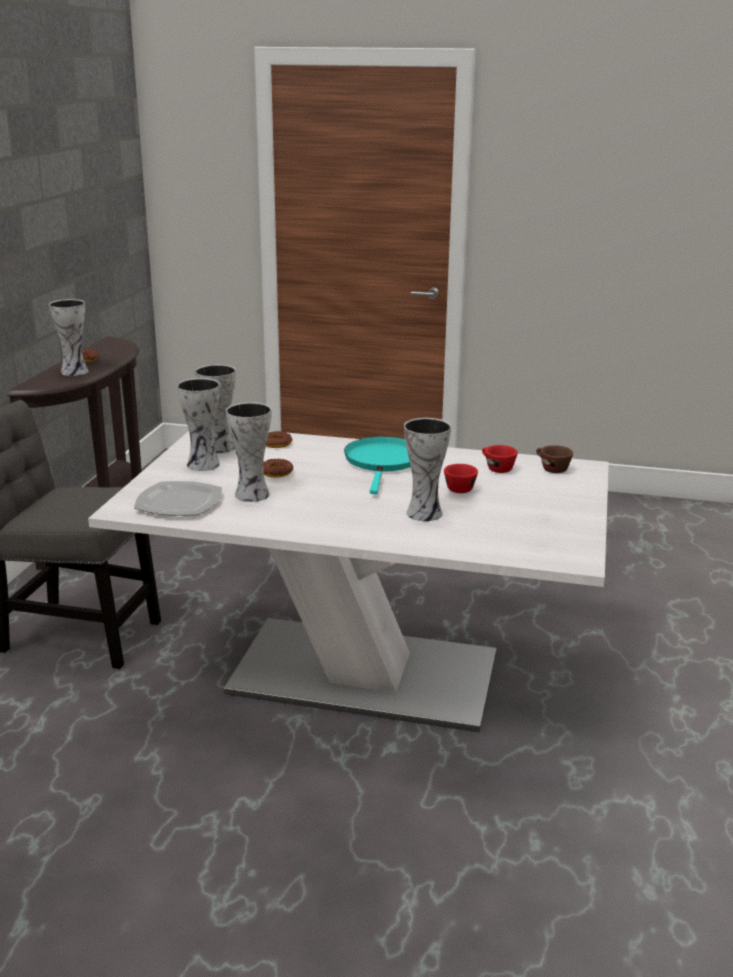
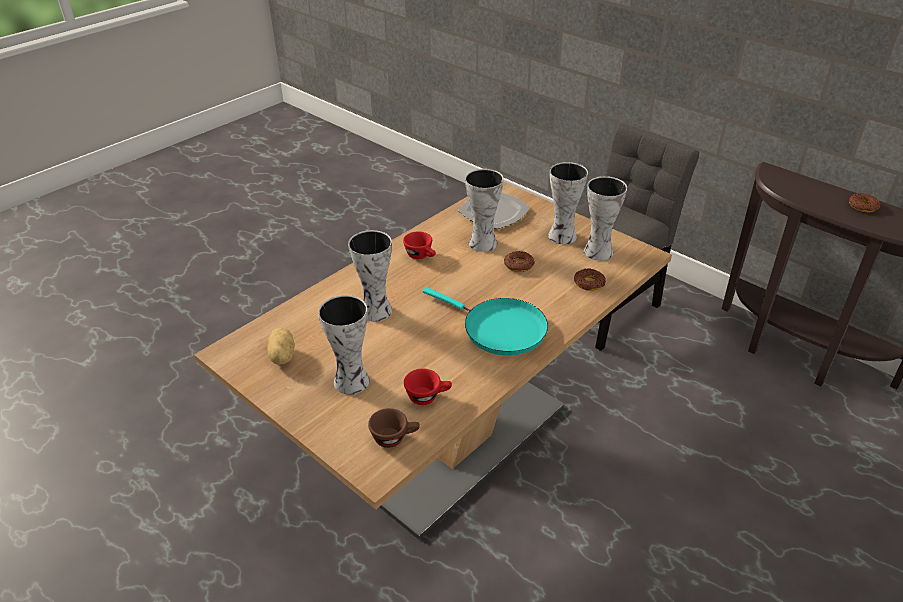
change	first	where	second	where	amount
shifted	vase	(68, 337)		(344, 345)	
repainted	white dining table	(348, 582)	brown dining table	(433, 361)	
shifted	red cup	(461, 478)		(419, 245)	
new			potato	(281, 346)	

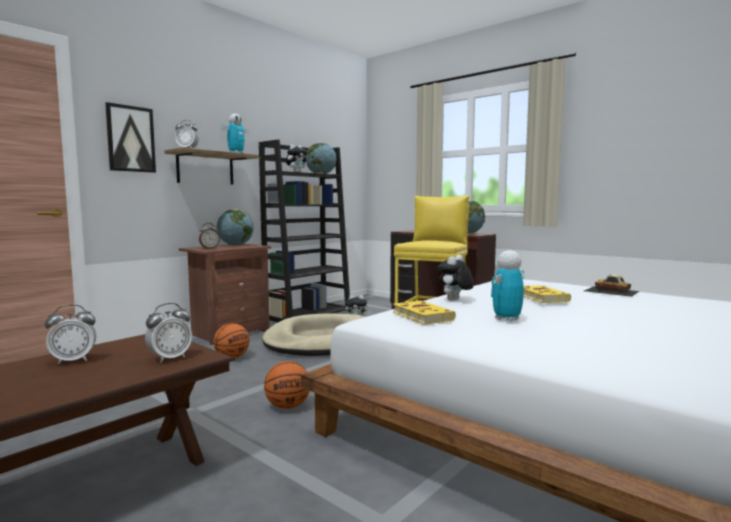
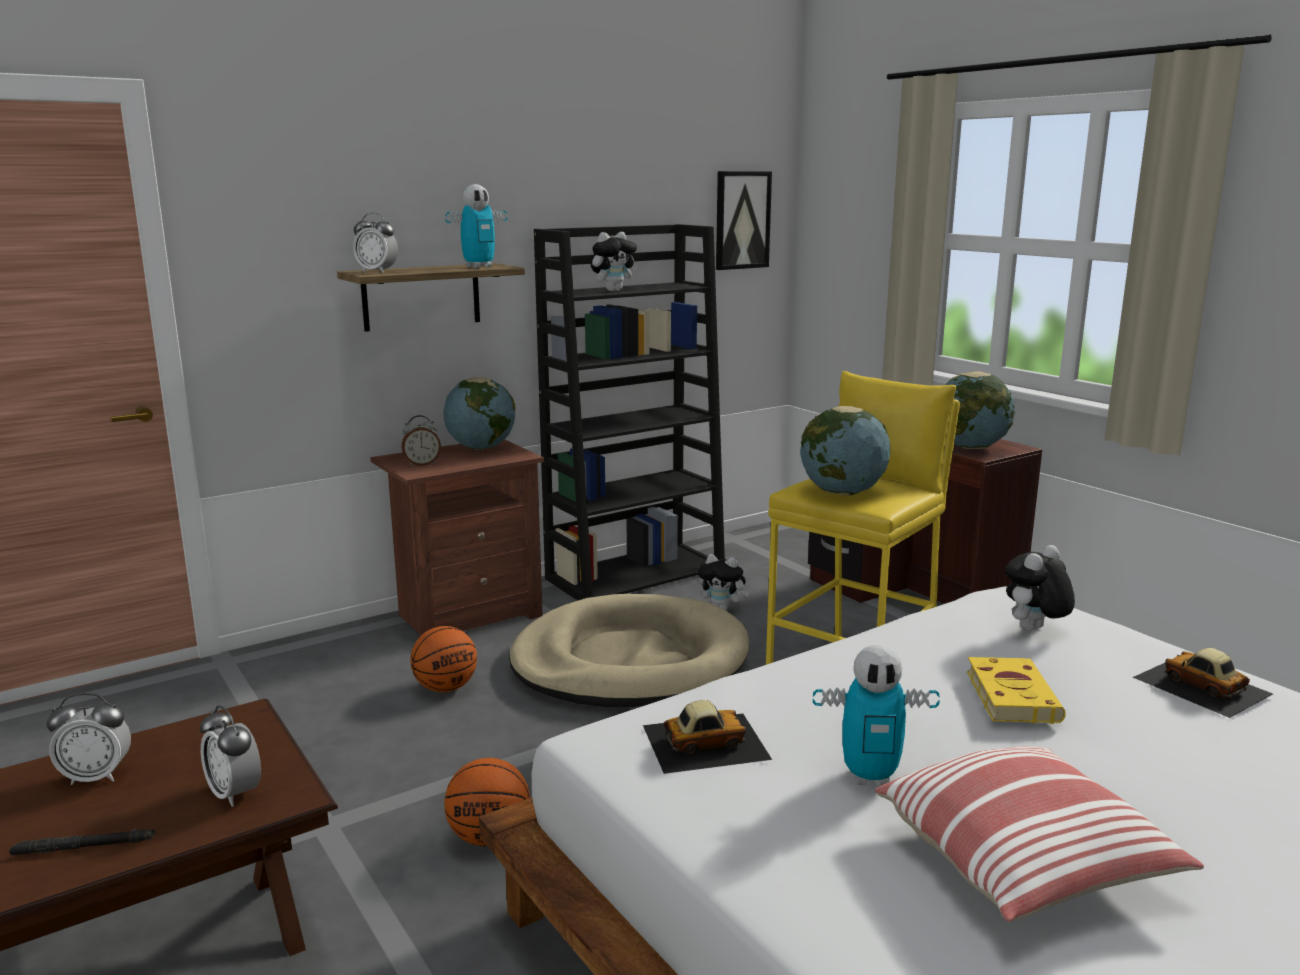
change	first	where	second	where	amount
shifted	picture	(130, 137)		(744, 220)	
shifted	globe	(321, 158)		(845, 450)	
rotated	toy robot	(507, 286)		(876, 715)	150 degrees counterclockwise
shifted	plush toy	(456, 278)		(1040, 588)	
swapped	yellow book	(424, 312)	toy car	(707, 737)	
rotated	alarm clock	(168, 333)		(230, 756)	75 degrees clockwise
new			pillow	(1039, 834)	
new			black flashlight	(82, 842)	

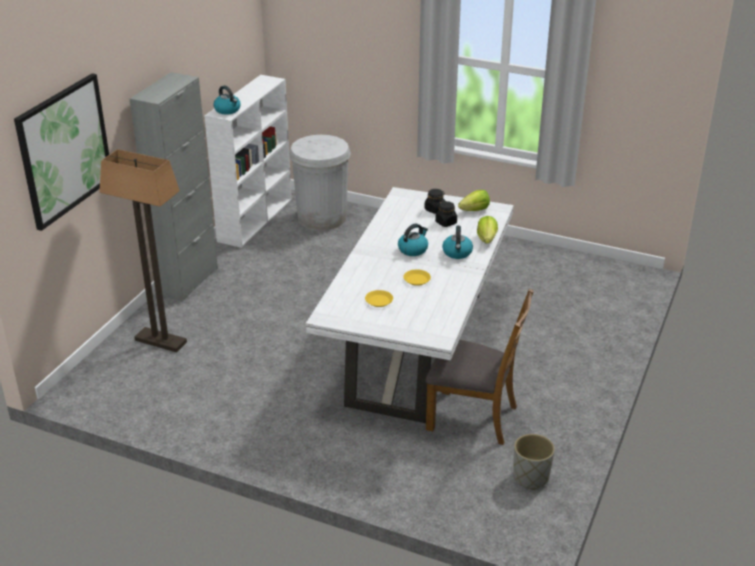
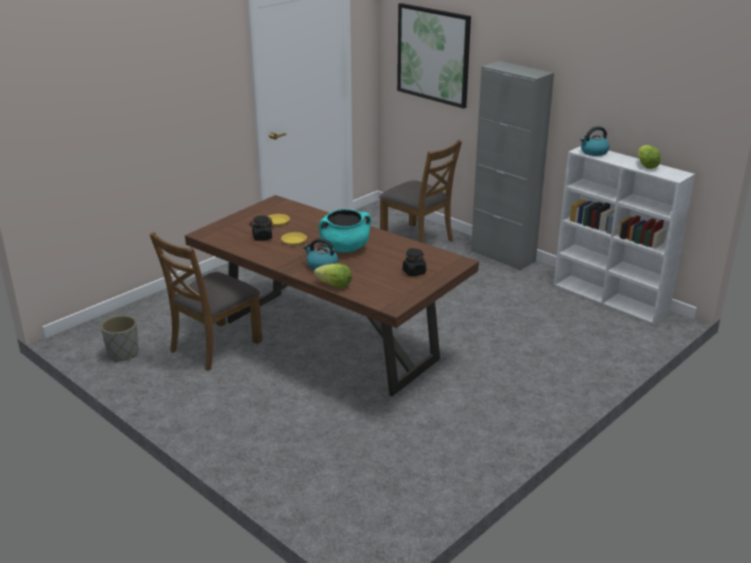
change	first	where	second	where	amount
gone	white trash can	(320, 183)			
swapped	floor lamp	(143, 250)	brown chair	(420, 192)	
repainted	white dining table	(409, 305)	brown dining table	(332, 296)	
shifted	lettuce	(474, 200)		(649, 157)	
shifted	black jar	(446, 214)		(261, 228)	
swapped	kettle	(413, 239)	turquoise cooking pot	(345, 230)	

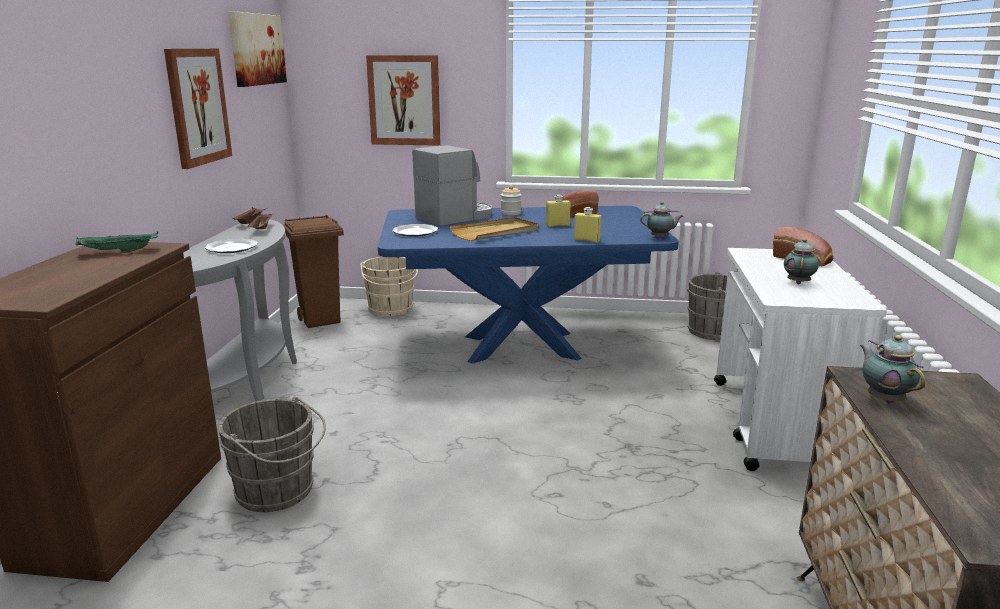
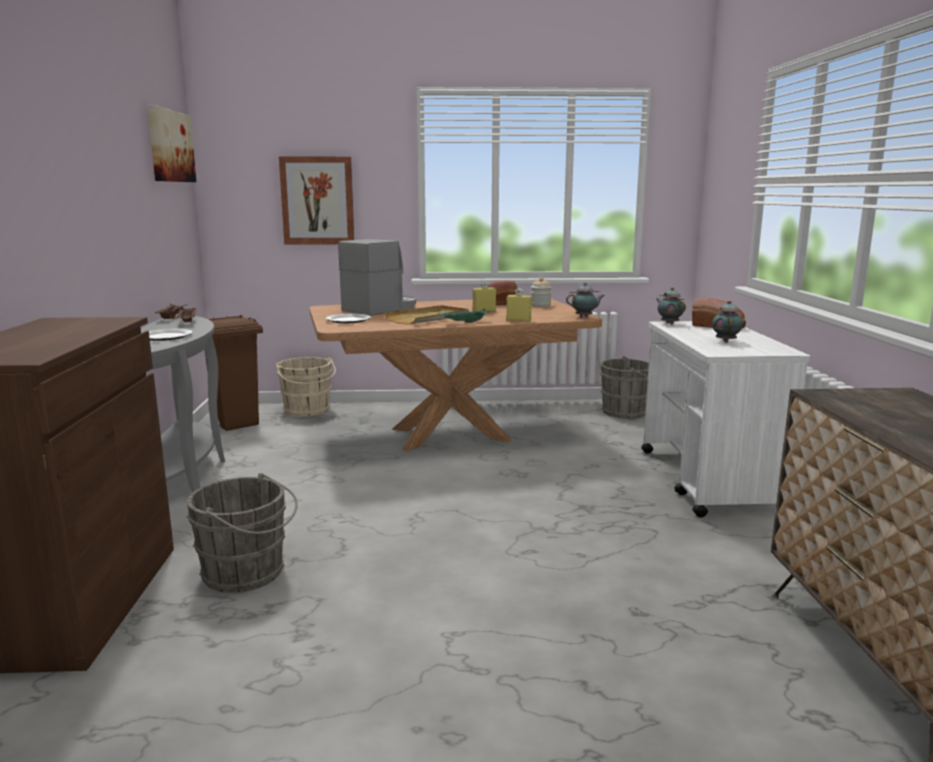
change	first	where	second	where	amount
gone	picture	(198, 109)			
shifted	jar	(511, 200)		(541, 292)	
repainted	blue dining table	(528, 285)	brown dining table	(456, 375)	
shifted	green tray	(116, 242)		(464, 316)	
shifted	teapot	(892, 369)		(671, 305)	

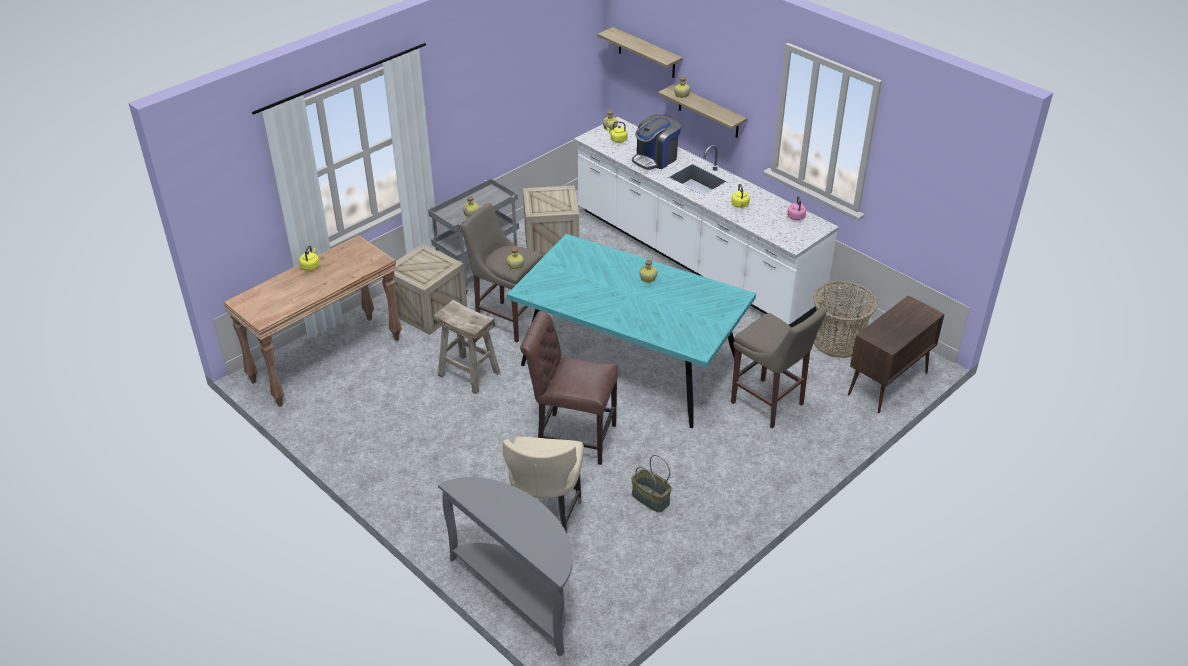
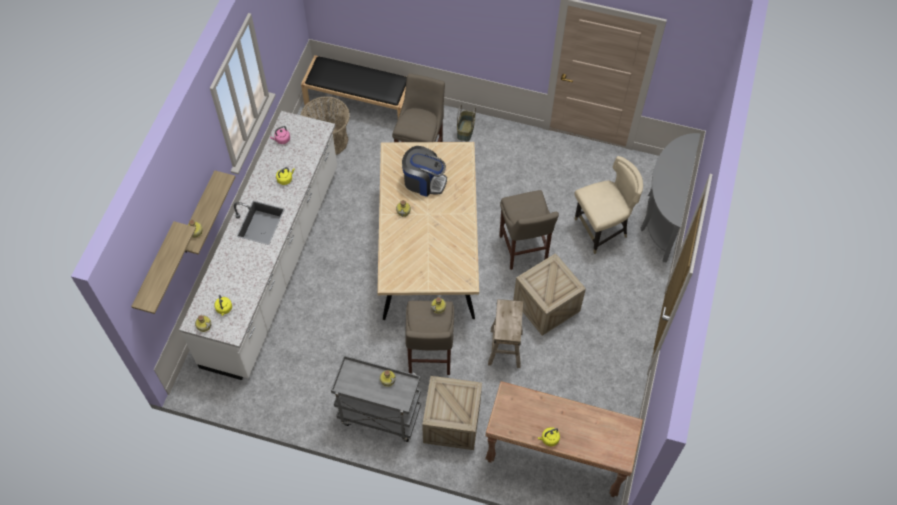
change	first	where	second	where	amount
shifted	coffee machine	(656, 142)		(424, 171)	
shifted	crate	(551, 221)		(549, 294)	
repainted	turquoise dining table	(631, 331)	beige dining table	(428, 231)	
swapped	brown cabinet	(896, 354)	black bench	(354, 86)	
swapped	brown chair	(569, 388)	beige stool	(529, 230)	
shifted	basket	(651, 483)		(466, 122)	

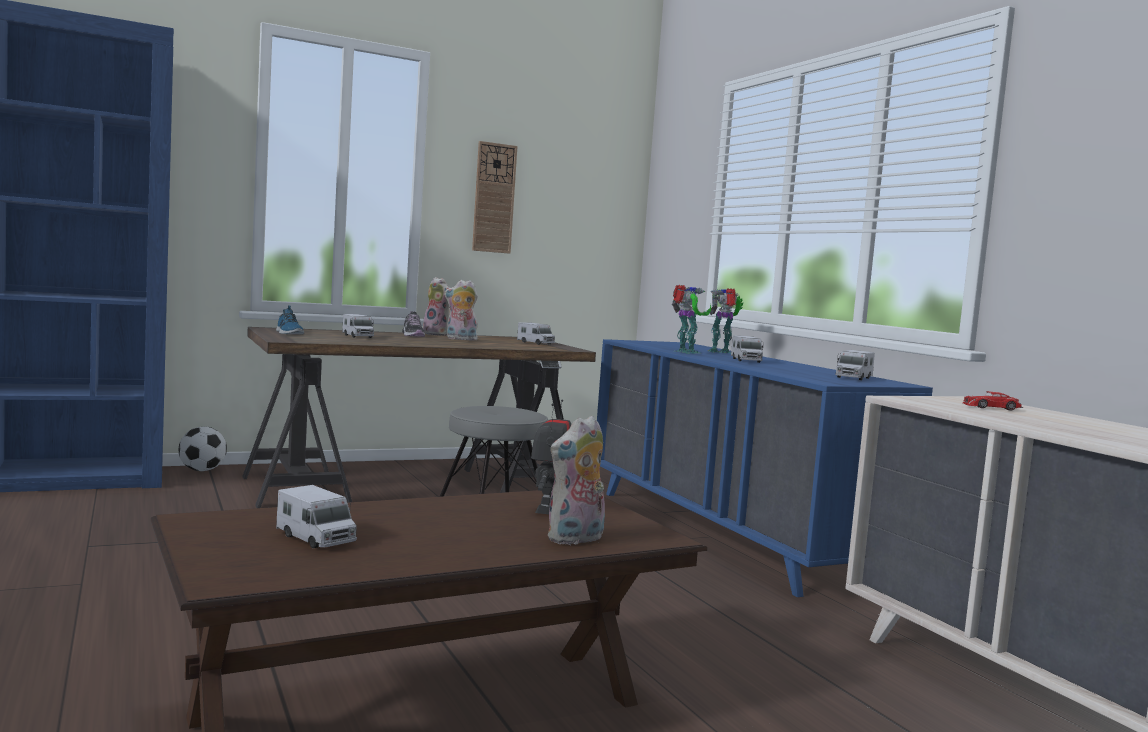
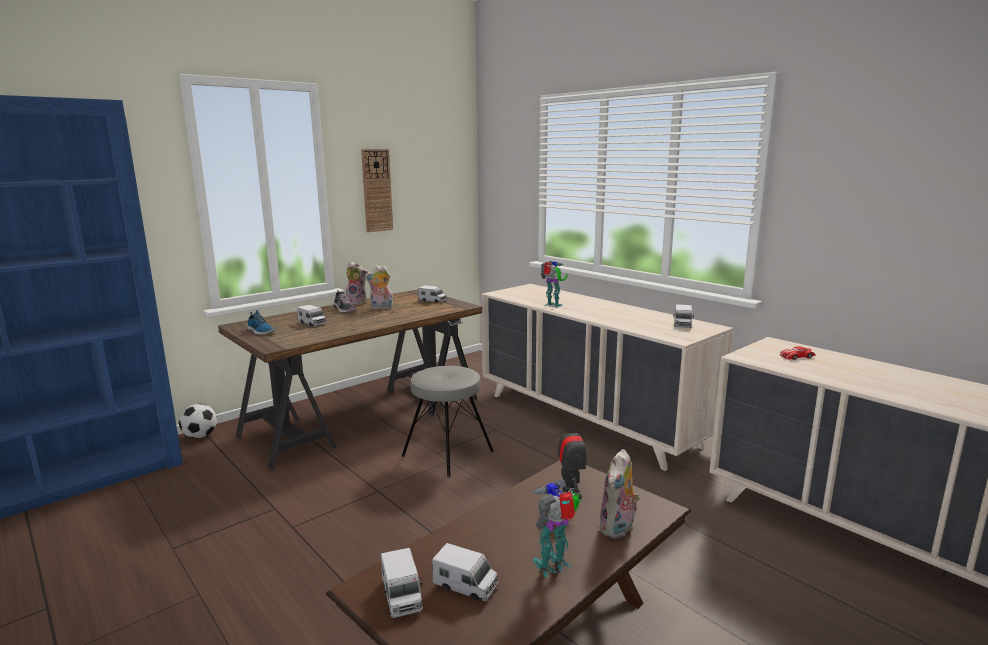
change	first	where	second	where	amount
shifted	toy robot	(725, 320)		(556, 528)	
shifted	toy truck	(747, 349)		(402, 583)	
repainted	blue dresser	(765, 468)	beige dresser	(607, 377)	

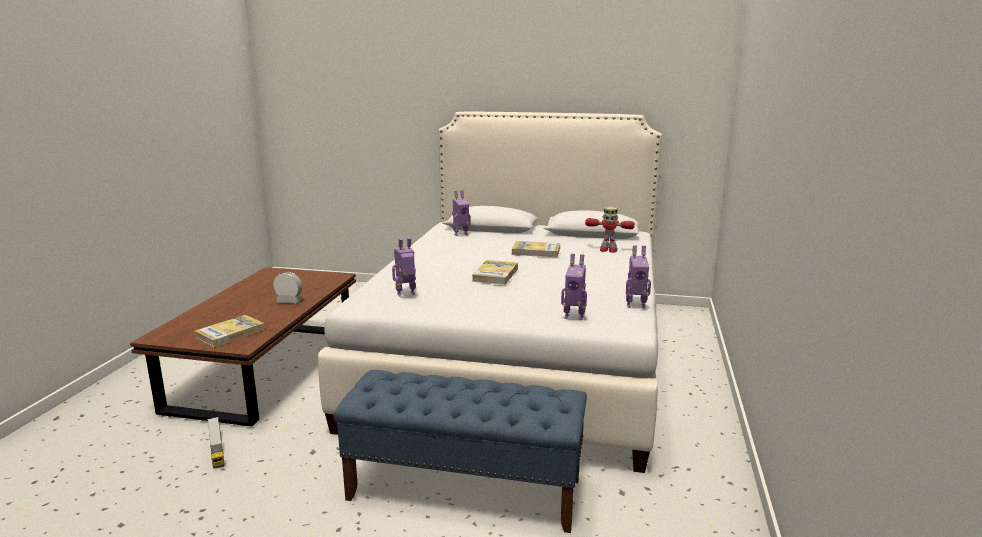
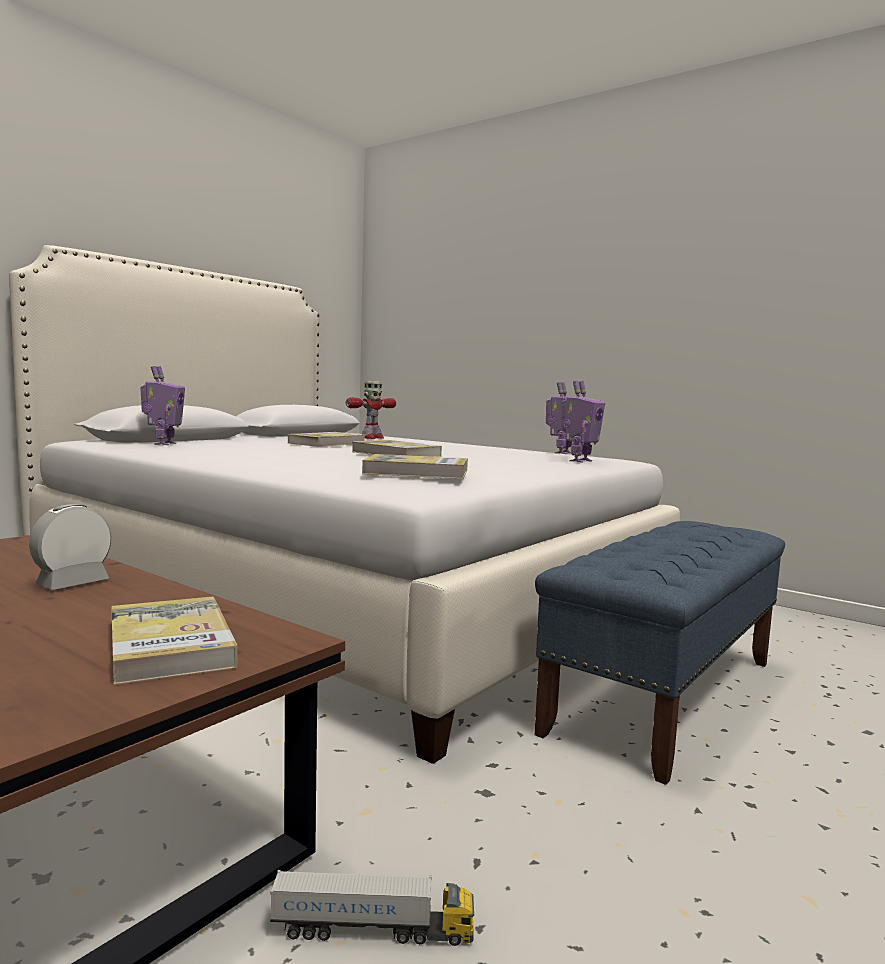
change	first	where	second	where	amount
swapped	toy robot	(404, 267)	book	(415, 466)	

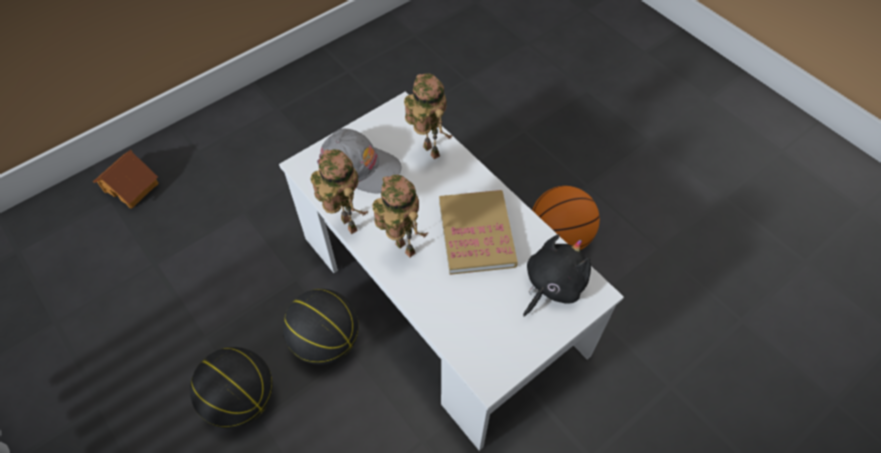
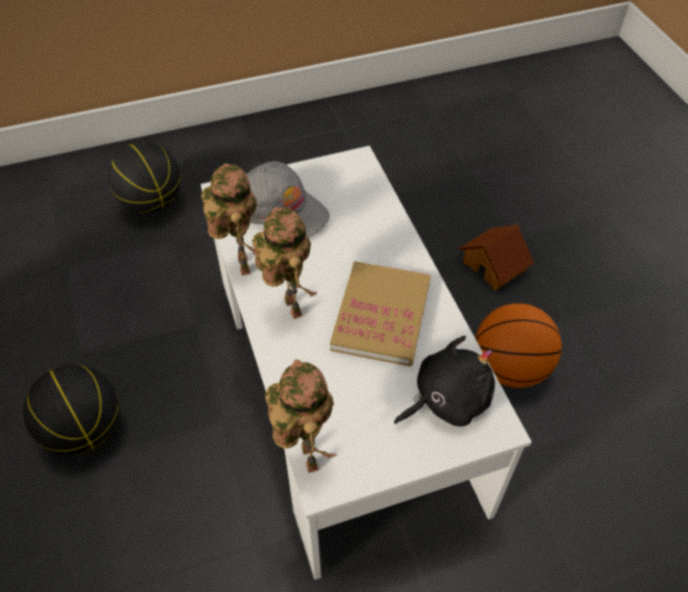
change	first	where	second	where	amount
shifted	toy robot	(428, 116)		(300, 416)	
shifted	toy house	(125, 179)		(496, 257)	
shifted	basketball	(321, 327)		(144, 177)	

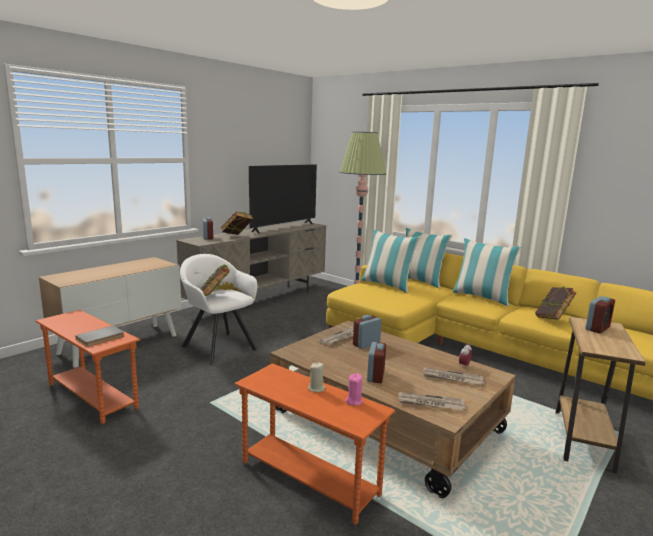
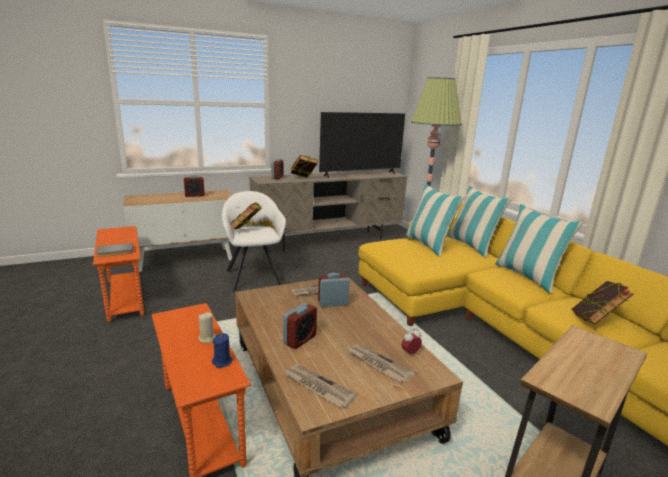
change	first	where	second	where	amount
shifted	alarm clock	(600, 315)		(194, 186)	
repainted	pink candle	(354, 389)	blue candle	(222, 350)	

